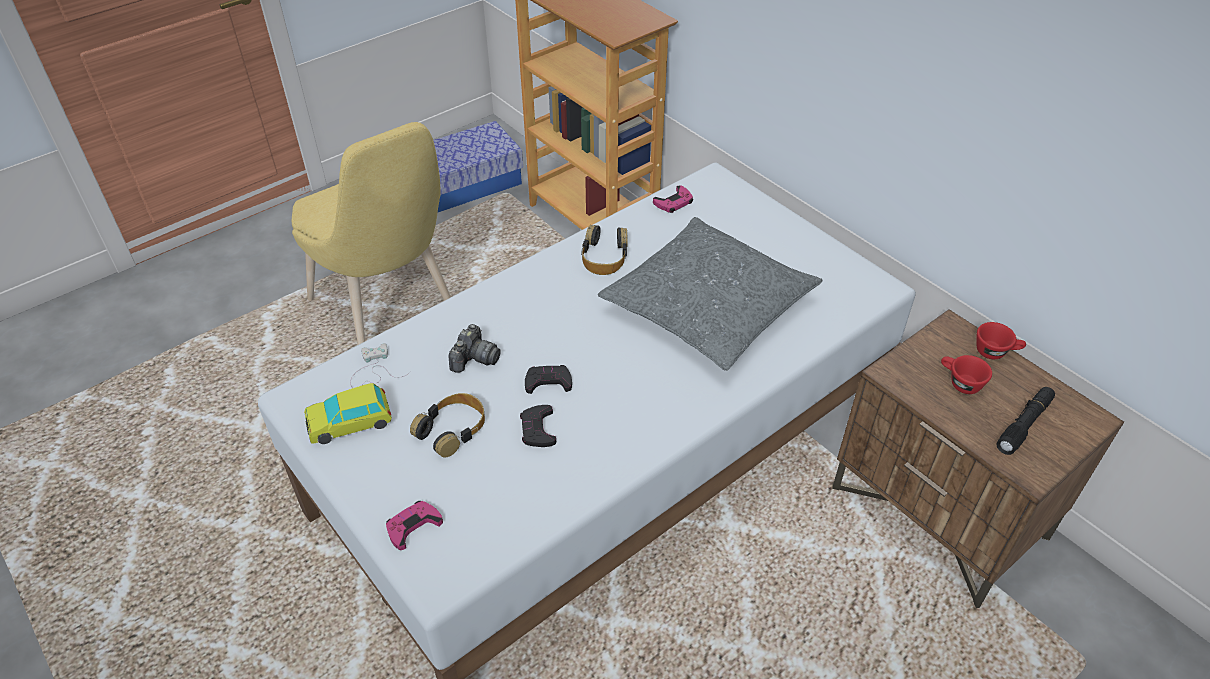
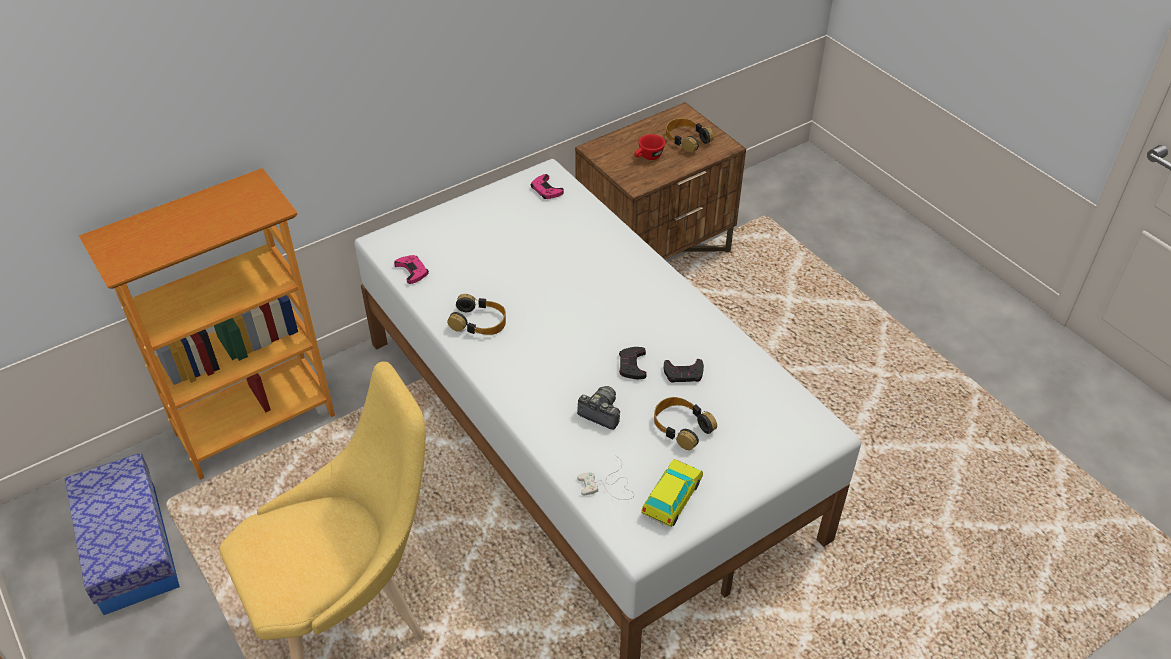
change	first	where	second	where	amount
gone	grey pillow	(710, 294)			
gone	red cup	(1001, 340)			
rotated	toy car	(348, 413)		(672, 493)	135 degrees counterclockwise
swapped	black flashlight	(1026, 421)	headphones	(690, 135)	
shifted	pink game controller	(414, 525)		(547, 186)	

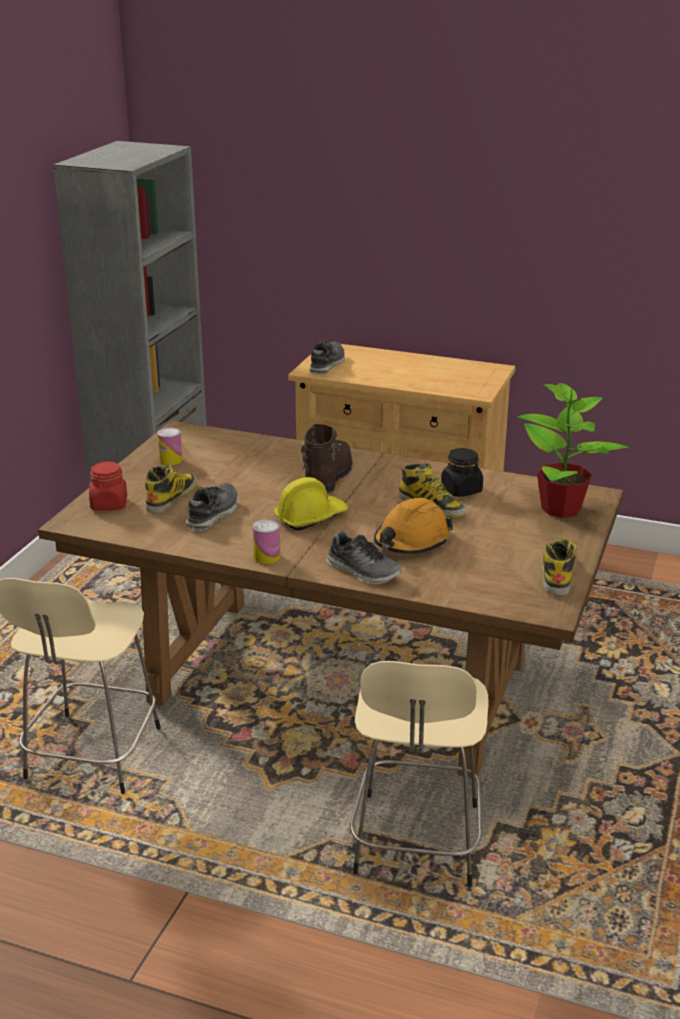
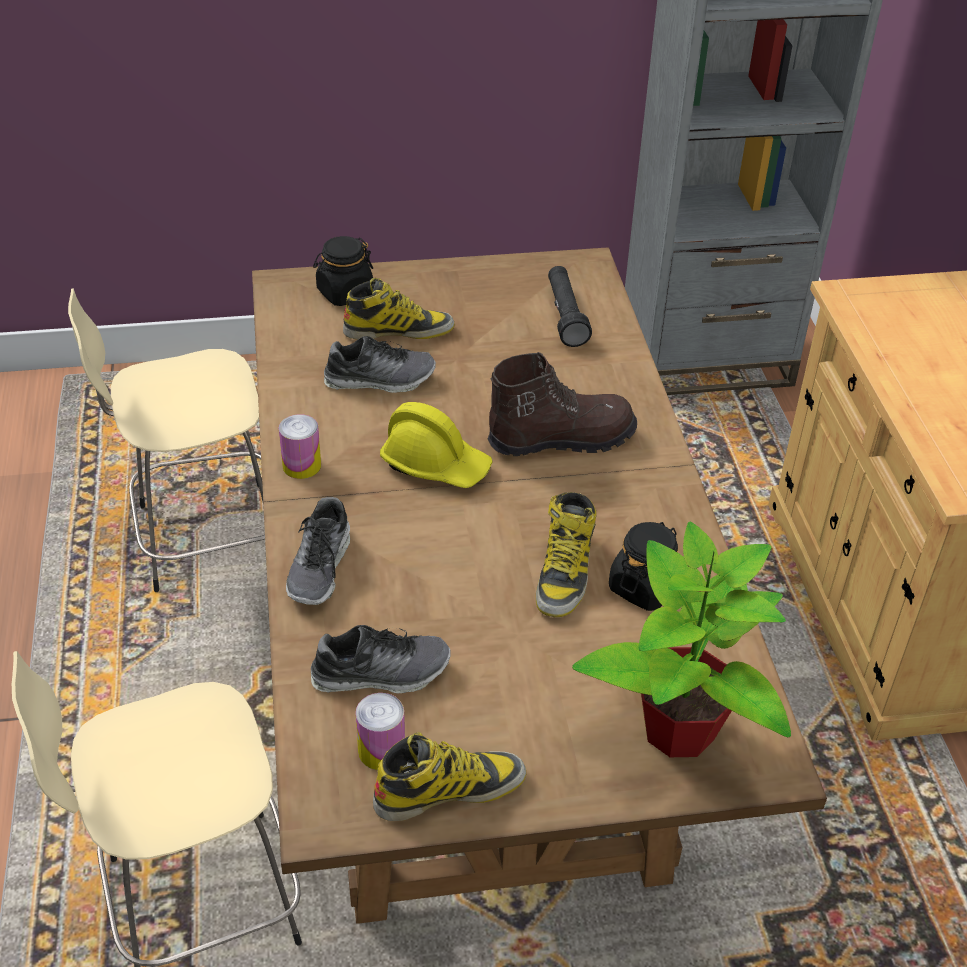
change	first	where	second	where	amount
shifted	shoe	(327, 358)		(381, 659)	
shifted	can	(169, 446)		(380, 731)	
repainted	red jar	(108, 486)	black jar	(343, 271)	
gone	orange hard hat	(413, 526)			
new			black flashlight	(570, 306)	

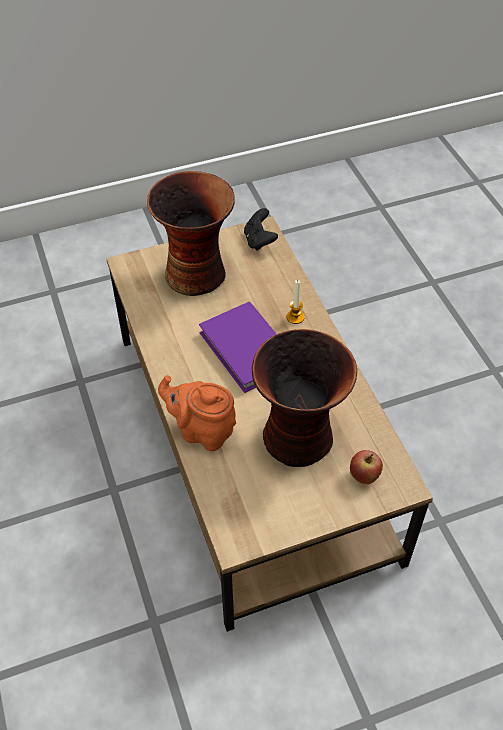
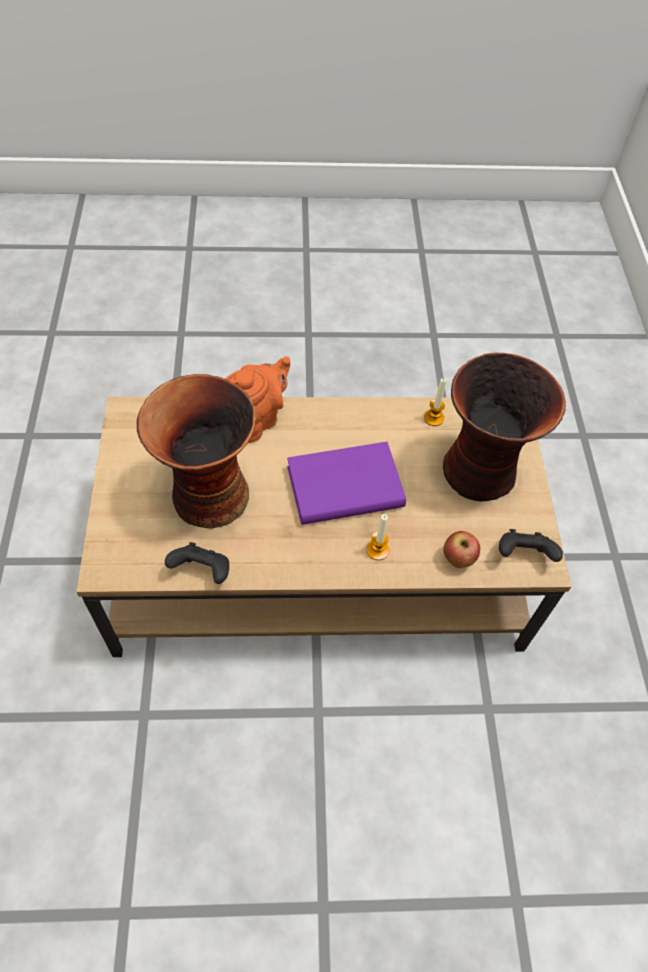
change	first	where	second	where	amount
shifted	apple	(366, 467)		(461, 549)	
new			candle	(435, 402)	
new			black game controller	(197, 563)	

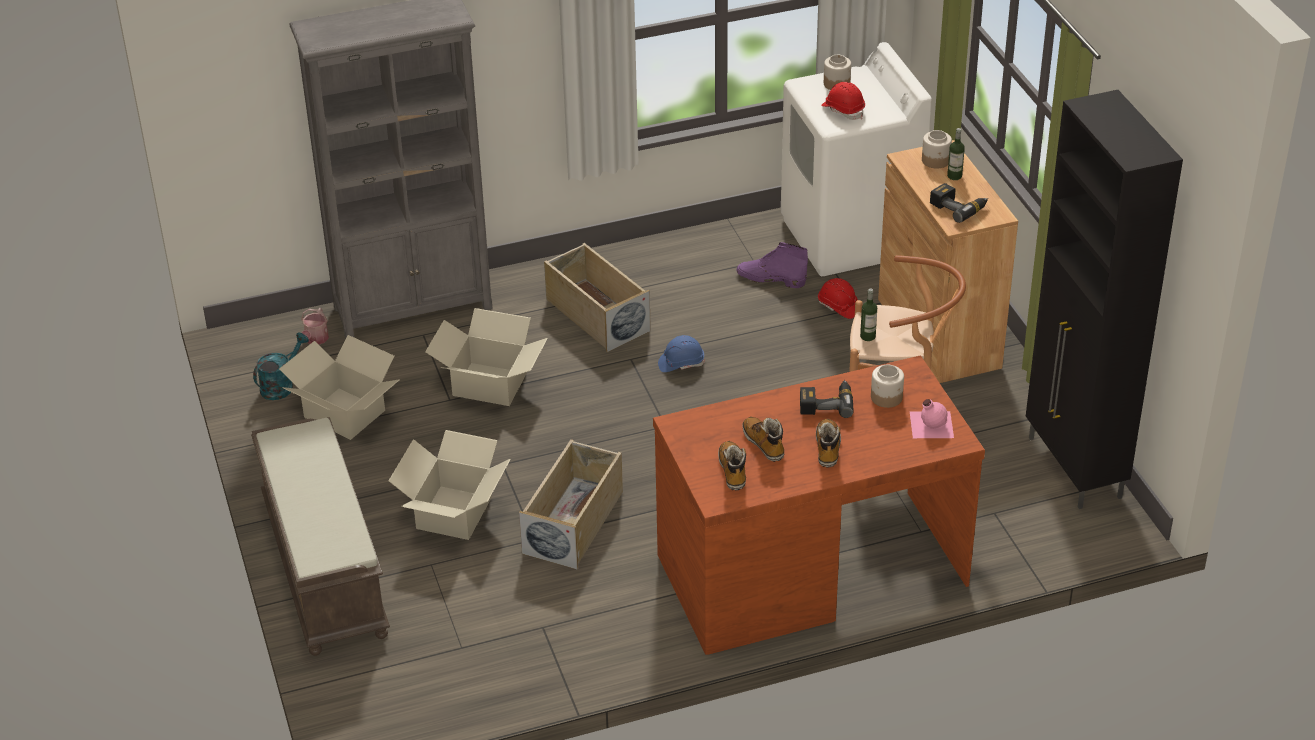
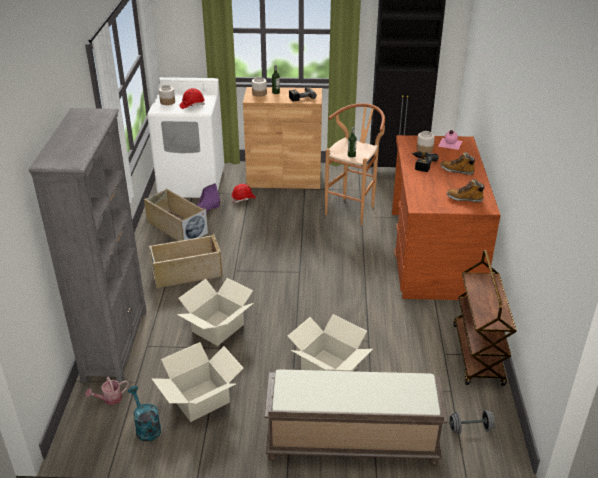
change	first	where	second	where	amount
rotated	watering can	(315, 326)		(107, 391)	120 degrees clockwise
gone	blue hard hat	(681, 353)			
gone	boot	(763, 439)			
shifted	beige storage box	(571, 504)		(176, 214)	
new			brown cart	(485, 318)	
new			grey dumbbell	(472, 422)	

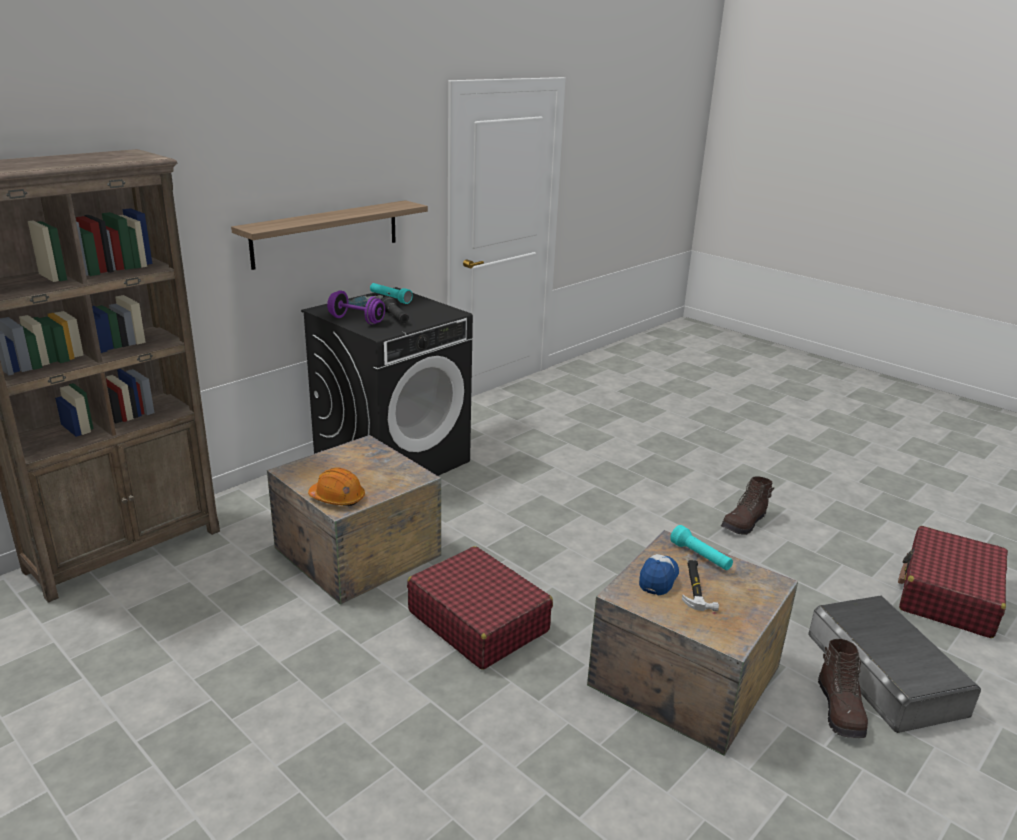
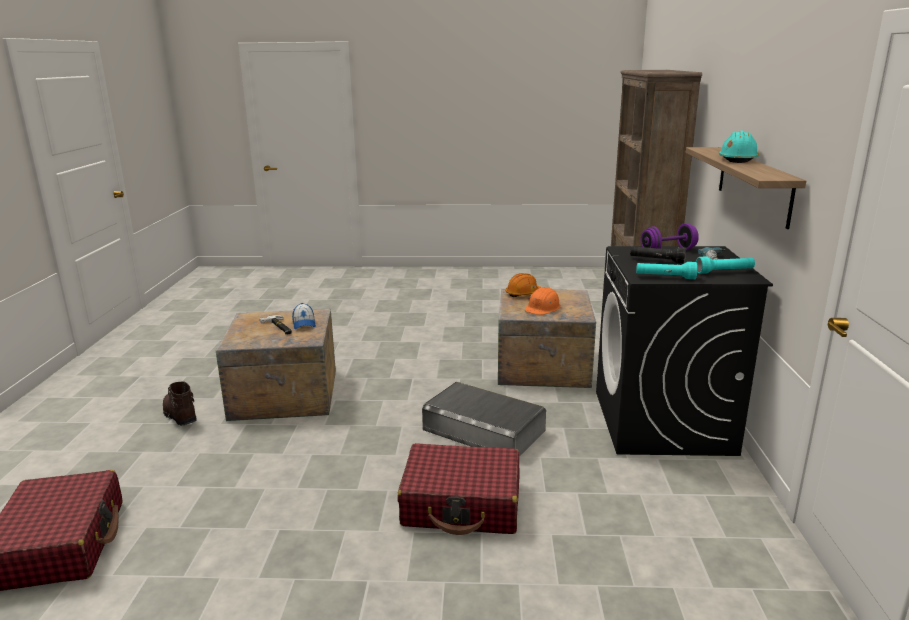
change	first	where	second	where	amount
gone	brown boot	(747, 505)			
shifted	turquoise flashlight	(701, 547)		(667, 270)	
shifted	red suitcase	(480, 608)		(458, 489)	
shifted	grey storage box	(894, 664)		(484, 419)	
new			turquoise hard hat	(739, 146)	
new			orange hard hat	(543, 301)	

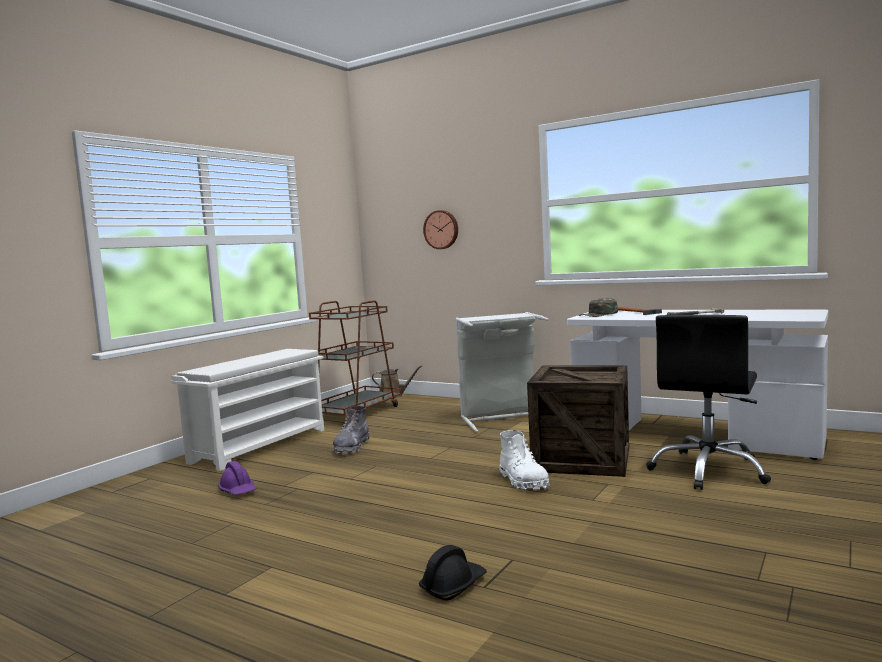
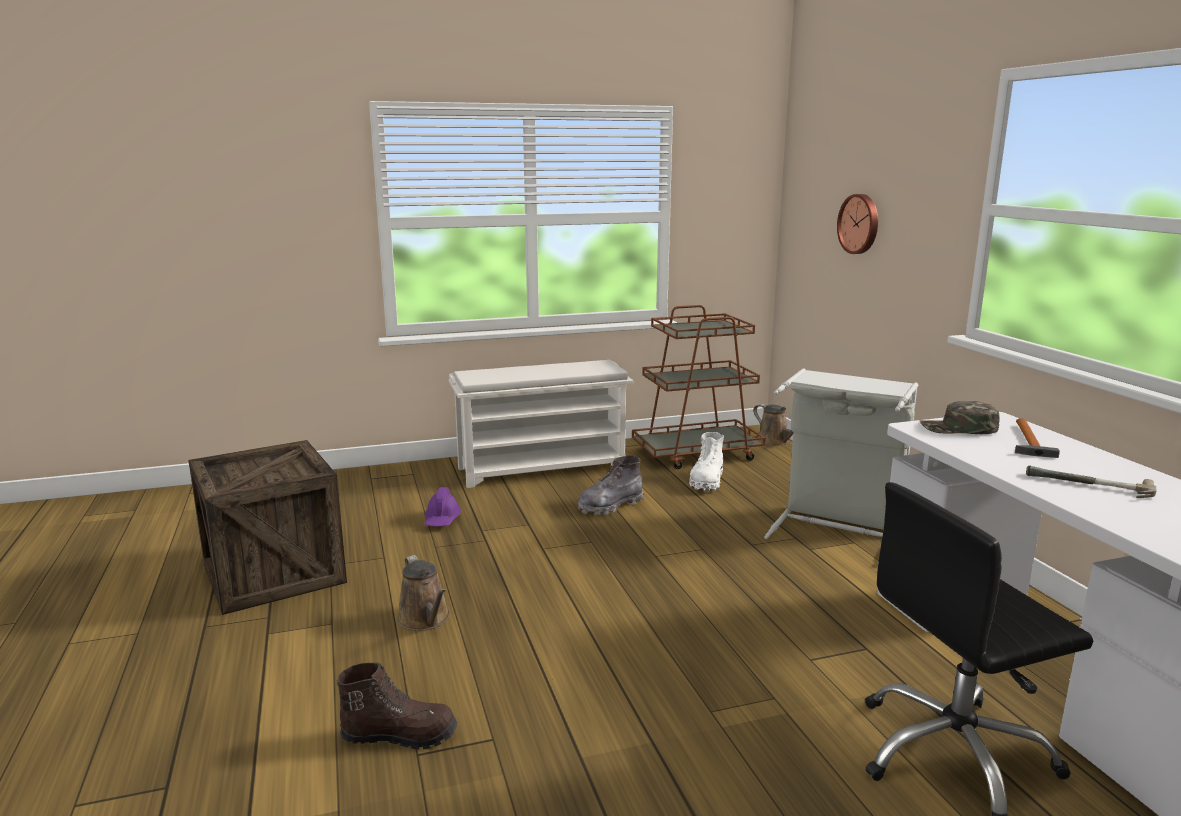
change	first	where	second	where	amount
shifted	crate	(578, 421)		(267, 527)	
shifted	white boot	(524, 460)		(706, 462)	
swapped	black hard hat	(453, 573)	brown boot	(397, 706)	
new			brown watering can	(423, 593)	

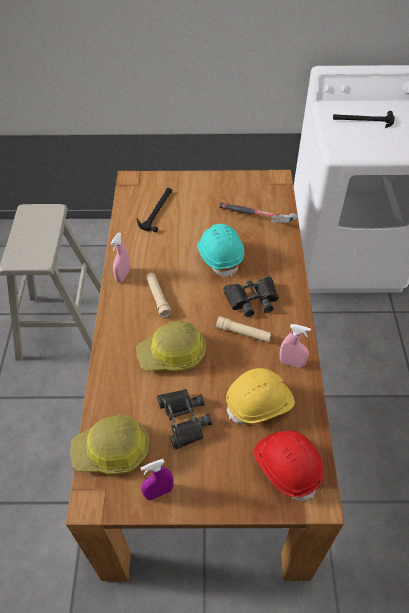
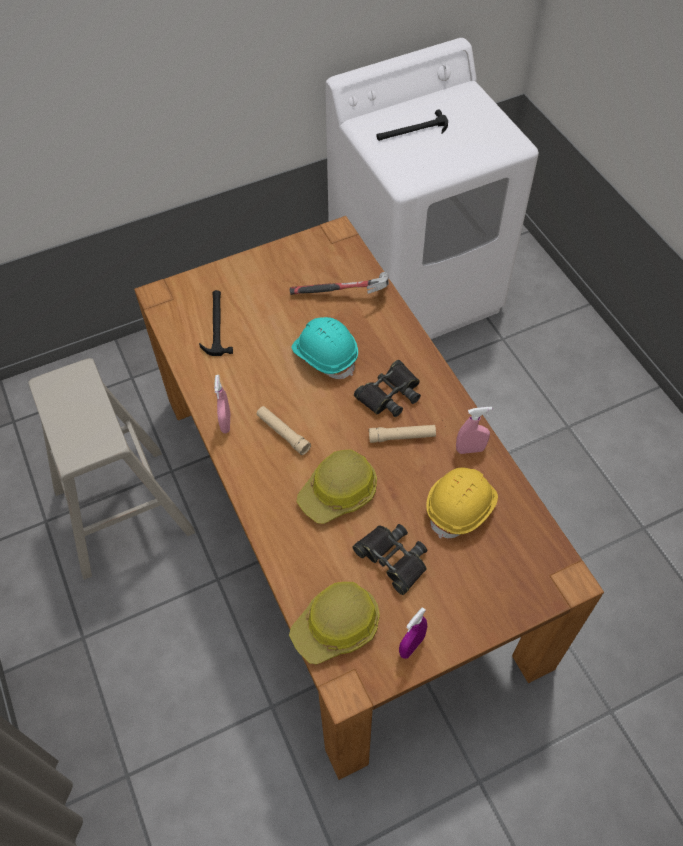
change	first	where	second	where	amount
gone	red hard hat	(289, 466)			

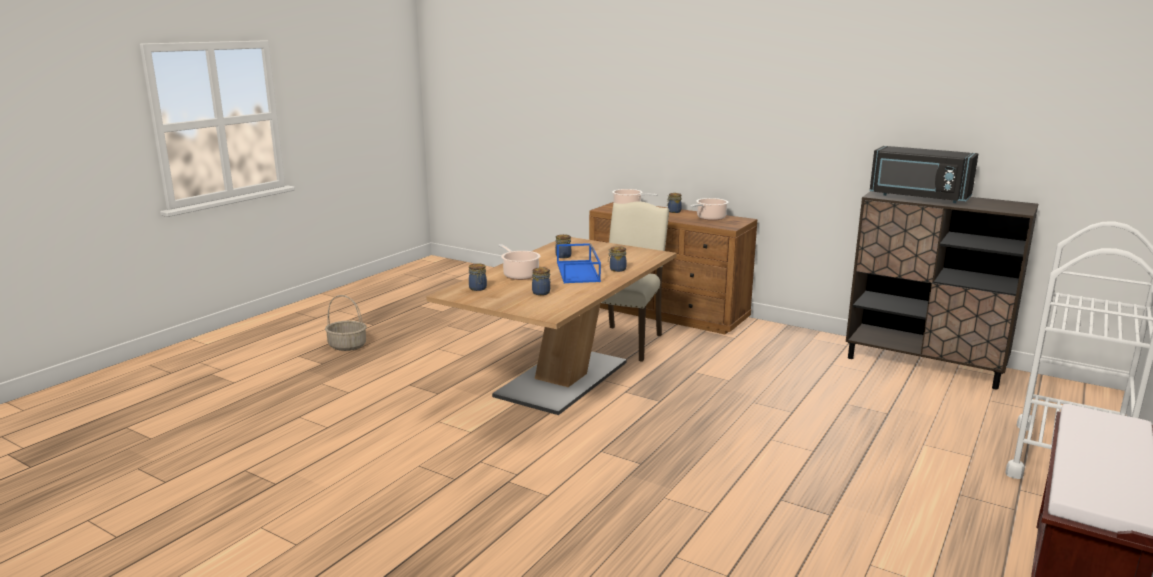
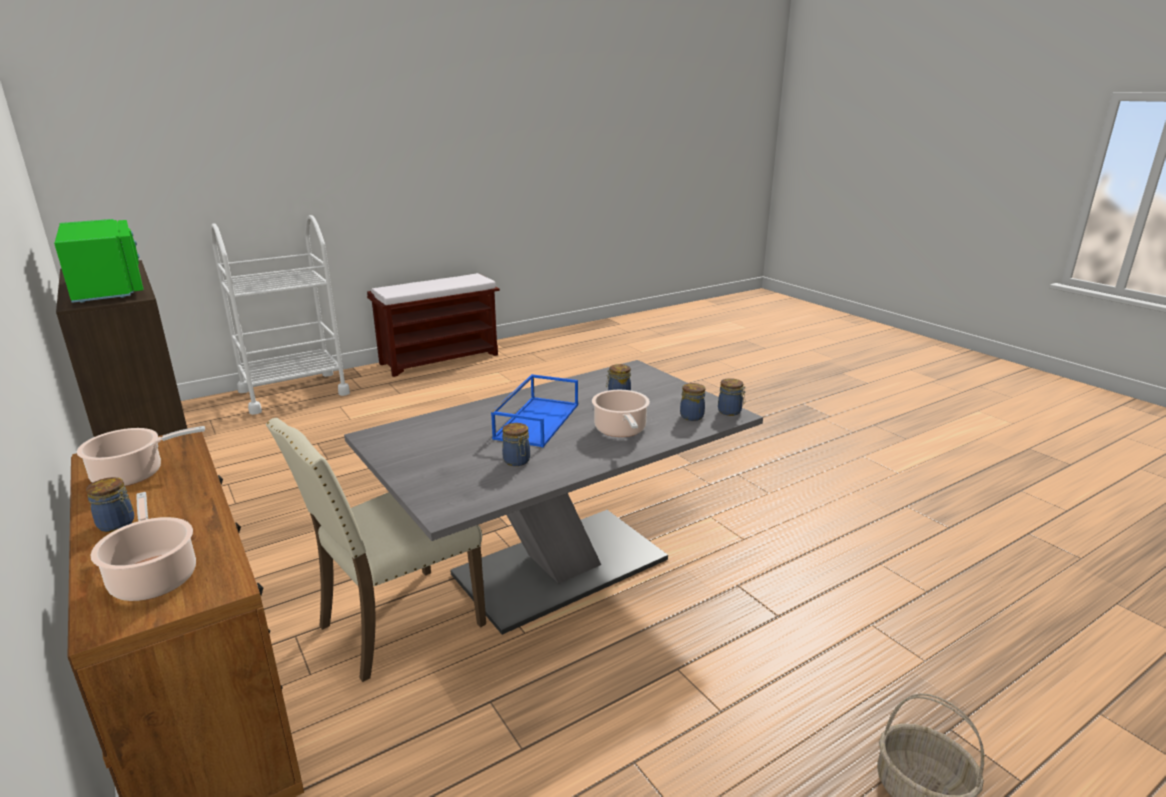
change	first	where	second	where	amount
repainted	black microwave	(924, 174)	green microwave	(99, 261)	
repainted	brown dining table	(551, 326)	grey dining table	(553, 497)	
shifted	jar	(617, 259)		(732, 397)	

